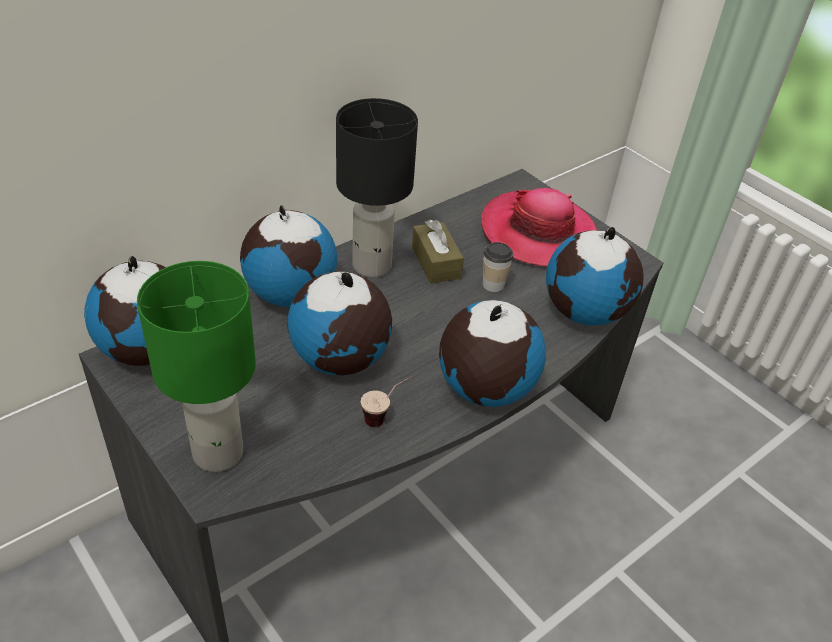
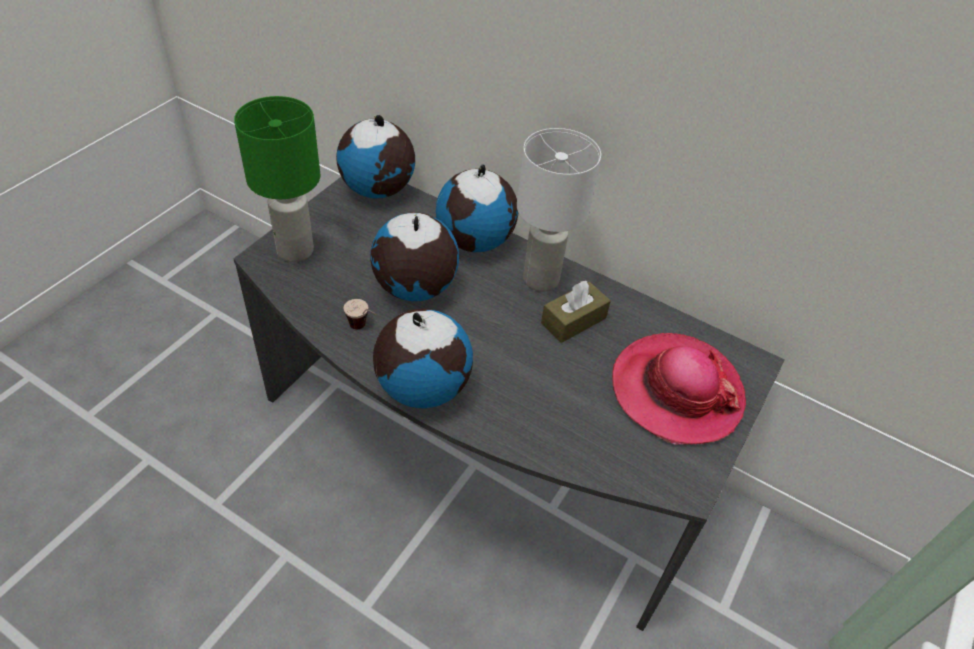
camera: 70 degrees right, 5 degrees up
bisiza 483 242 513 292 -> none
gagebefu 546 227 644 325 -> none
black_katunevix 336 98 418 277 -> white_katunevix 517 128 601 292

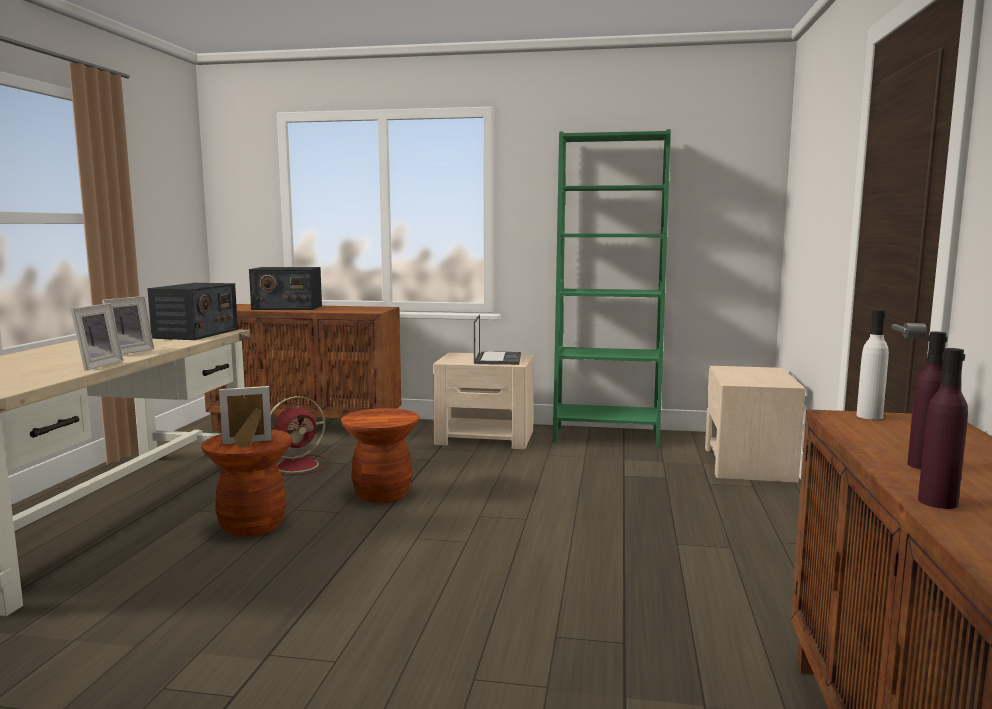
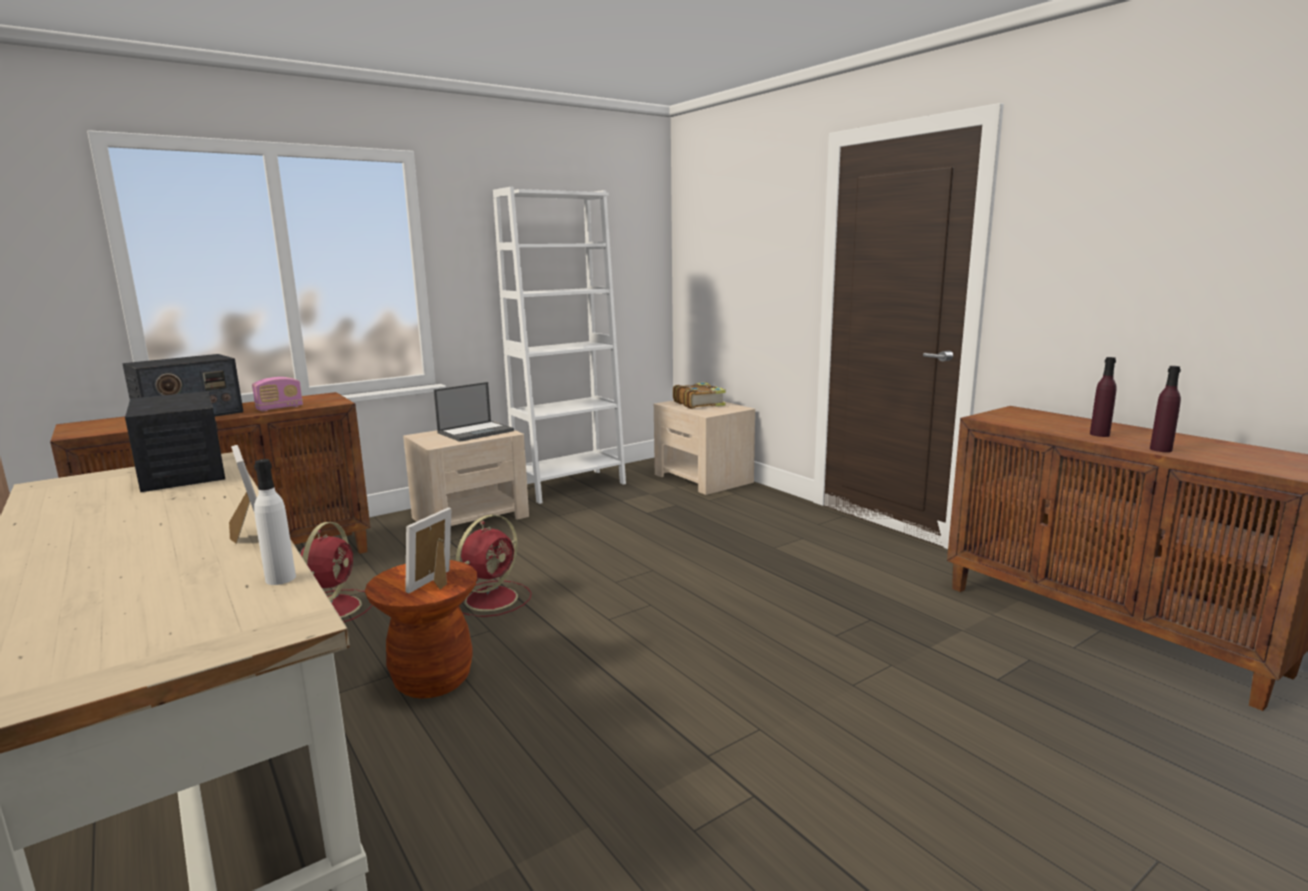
camera: 45 degrees left, 5 degrees up
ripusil 102 296 154 354 -> none
none -> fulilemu 252 377 303 411
none -> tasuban 673 382 726 409
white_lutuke 857 309 889 420 -> white_lutuke 254 459 296 585, moved
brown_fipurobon 341 408 419 503 -> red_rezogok 456 514 532 617
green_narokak 553 129 671 448 -> white_narokak 493 187 626 504
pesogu 474 315 521 365 -> pesogu 434 382 514 442, 90 degrees clockwise

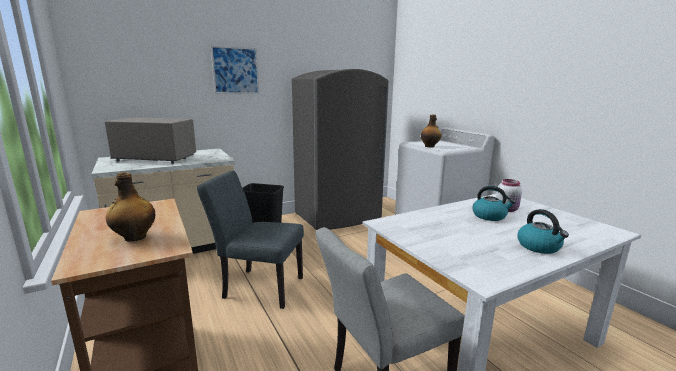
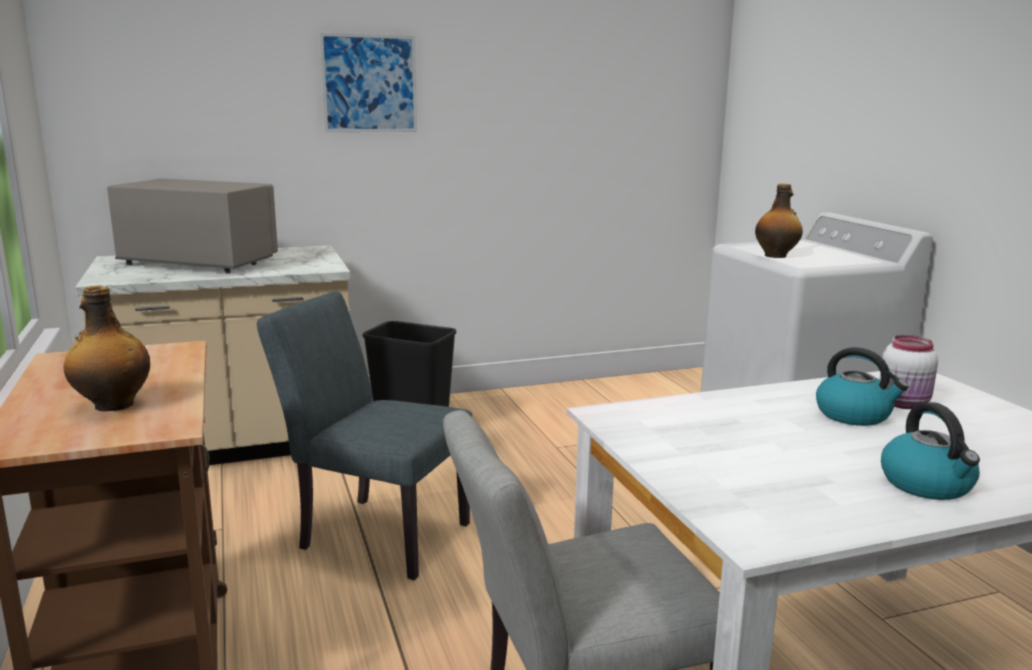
camera: 10 degrees right, 0 degrees up
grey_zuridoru 292 69 388 230 -> none

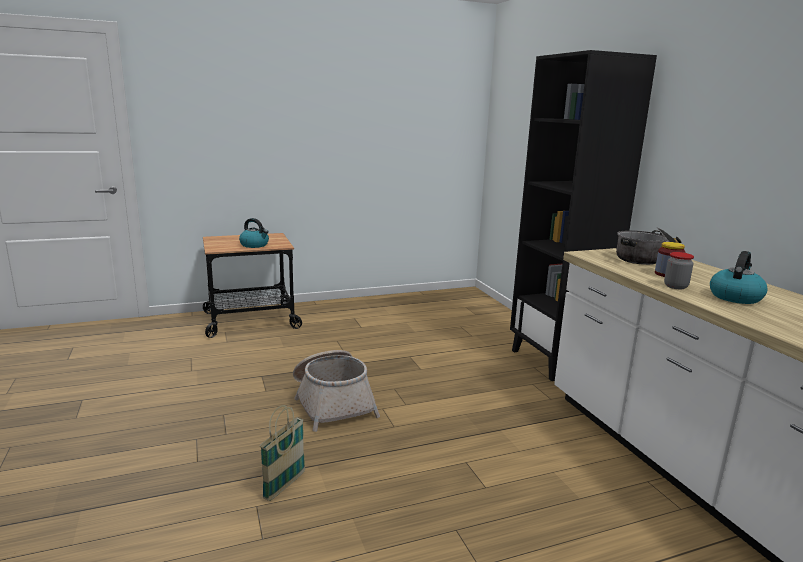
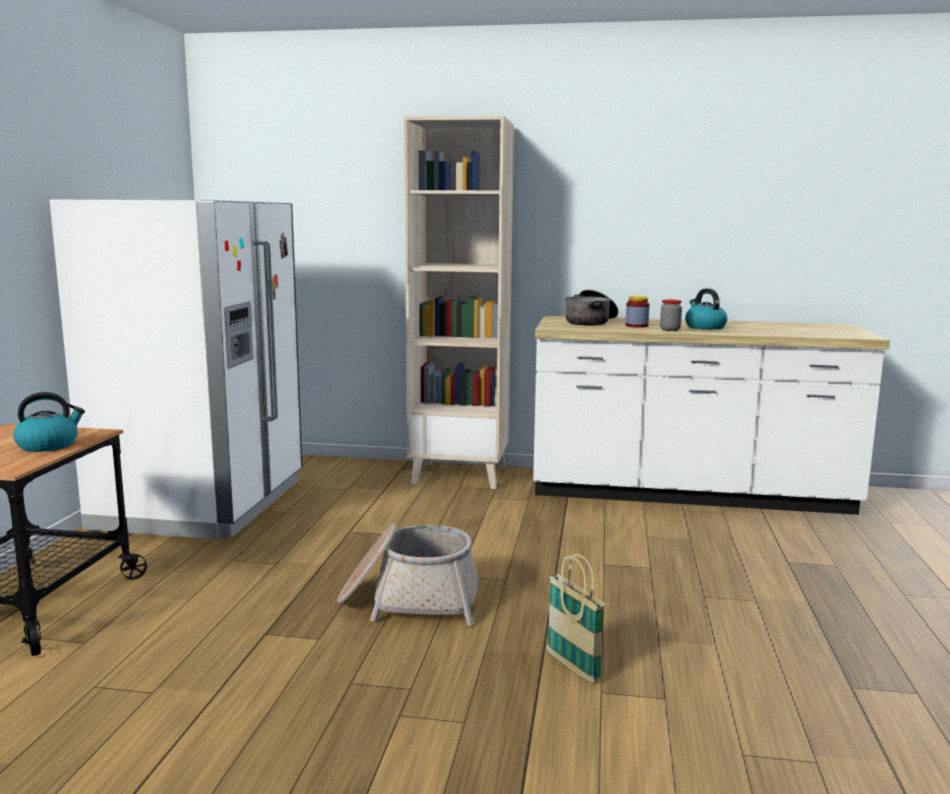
camera: 60 degrees left, 5 degrees down
none -> white_zuridoru 50 199 302 539
black_narokak 510 50 657 381 -> beige_narokak 404 115 514 489

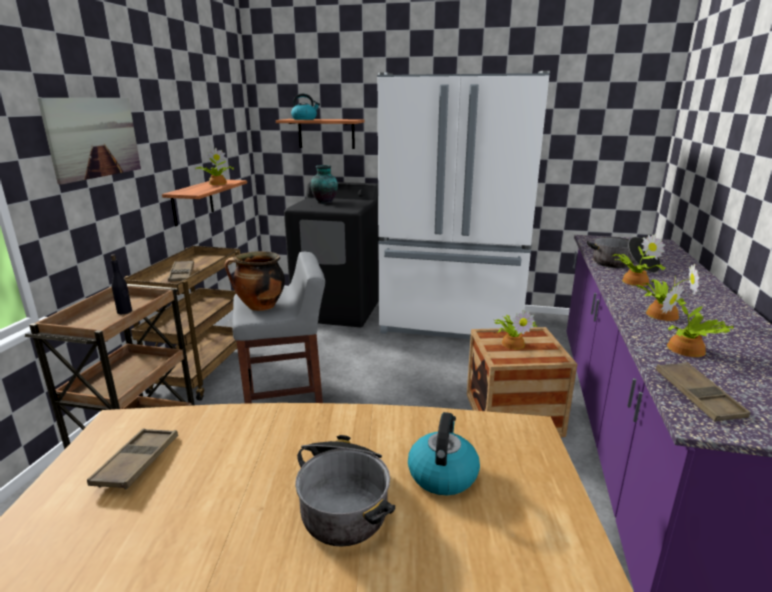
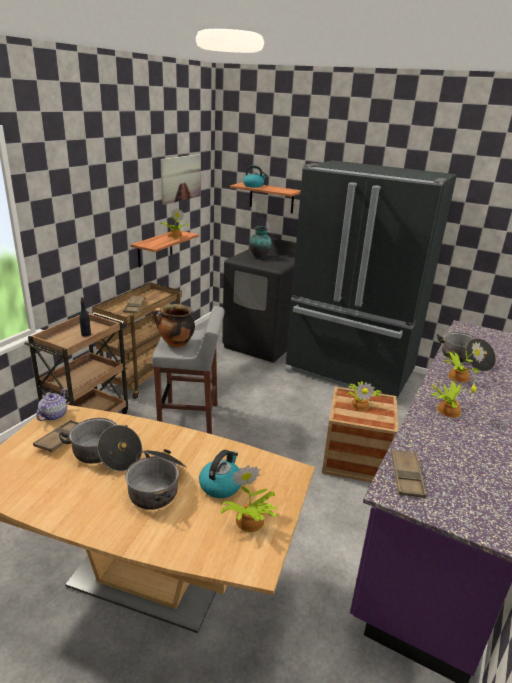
camera: 15 degrees right, 5 degrees up
none -> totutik 36 388 67 421
none -> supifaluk 59 418 142 471
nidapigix 38 98 141 185 -> nidapigix 161 154 201 205, moved
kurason 661 283 734 357 -> kurason 221 465 278 532, moved
white_zuridoru 377 71 550 339 -> black_zuridoru 285 160 457 398

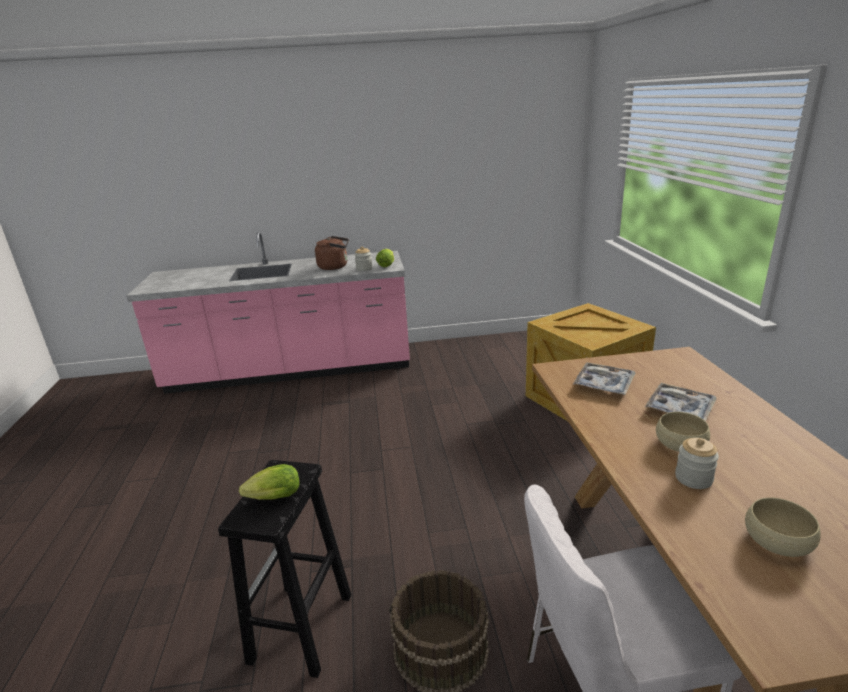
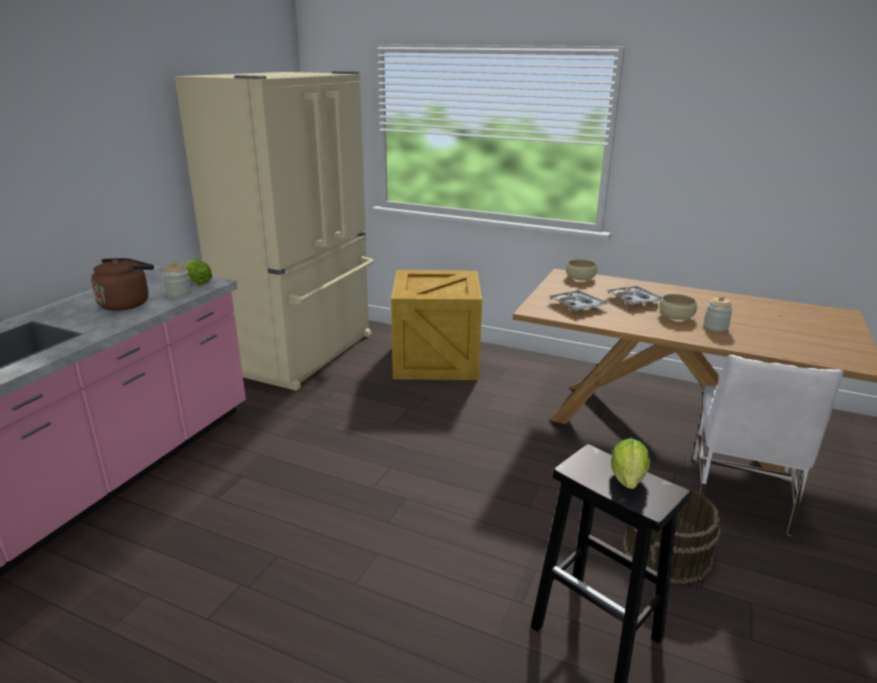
camera: 60 degrees left, 0 degrees up
none -> beige_zuridoru 175 71 374 391
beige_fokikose 745 497 821 557 -> beige_fokikose 566 259 598 280, moved

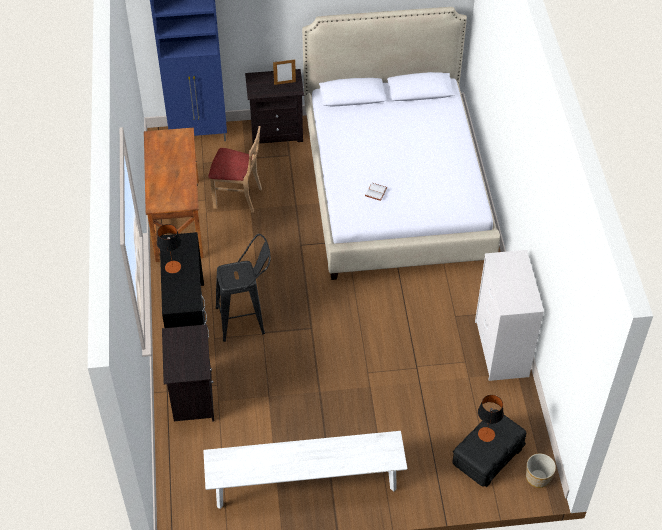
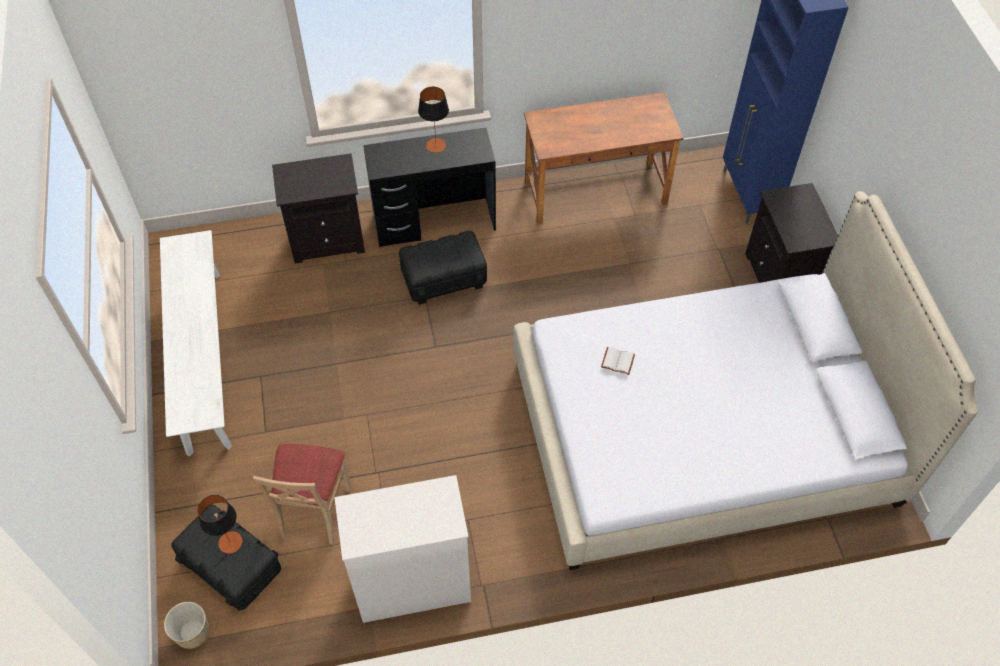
camera: 85 degrees right, 5 degrees up
ripusil 273 59 296 85 -> none
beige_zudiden 208 126 262 213 -> beige_zudiden 253 444 351 544, moved
black_fipurobon 216 234 271 342 -> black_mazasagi 399 231 487 305

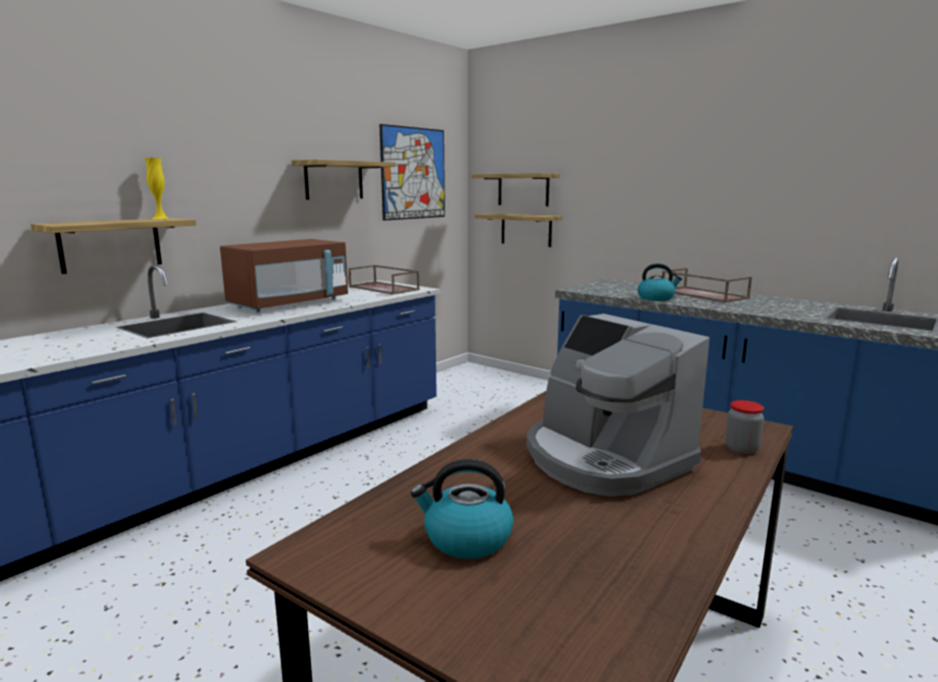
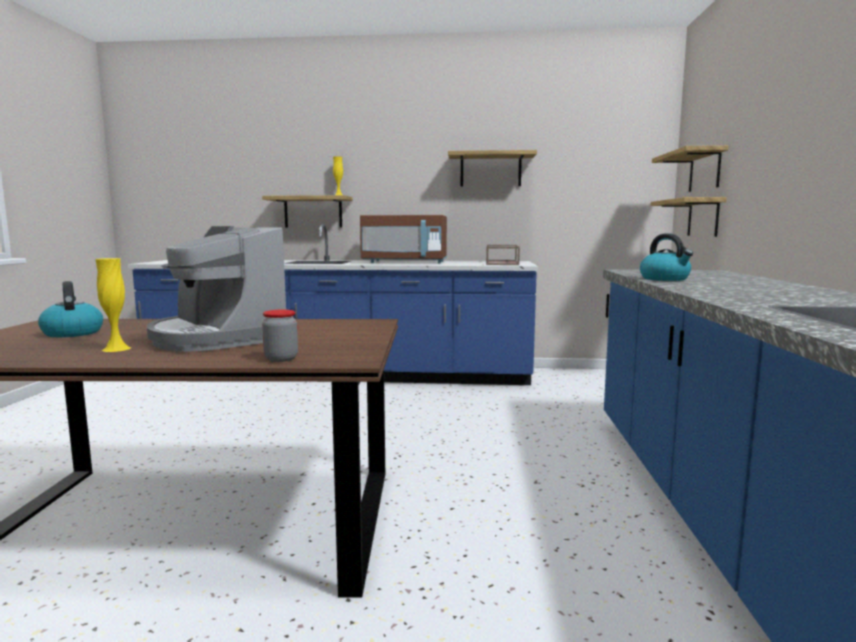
camera: 55 degrees right, 5 degrees down
nidapigix 379 124 445 221 -> none
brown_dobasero 662 268 752 303 -> none
none -> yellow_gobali 95 258 131 352
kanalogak 527 314 710 497 -> kanalogak 147 226 286 352, 60 degrees counterclockwise

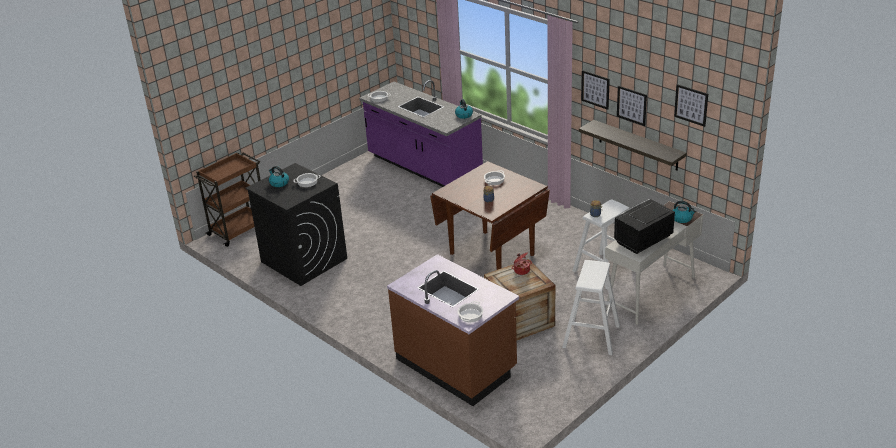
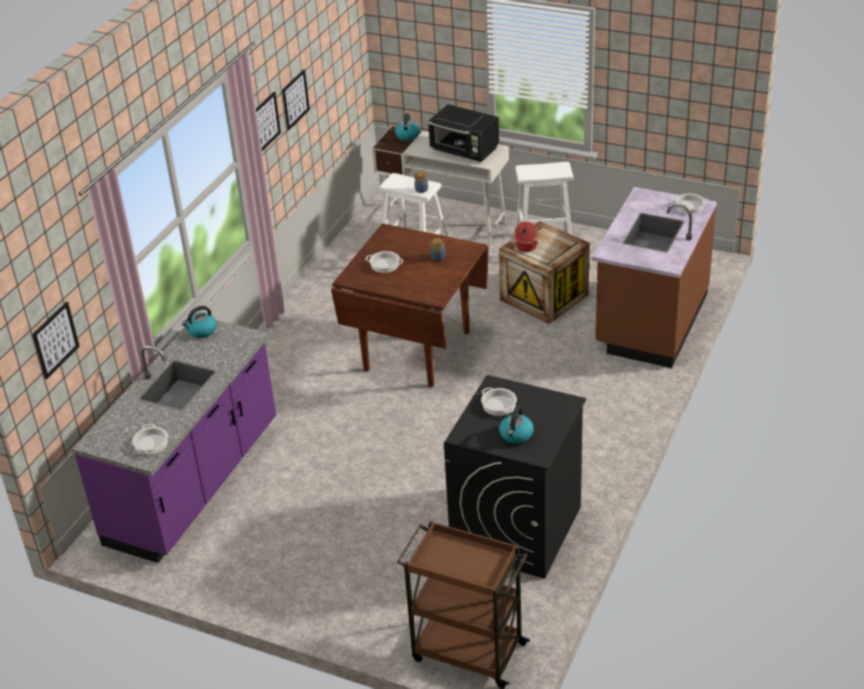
camera: 110 degrees left, 5 degrees up
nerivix 579 120 687 171 -> none
nidapigix 674 84 708 127 -> nidapigix 32 302 80 379, moved

